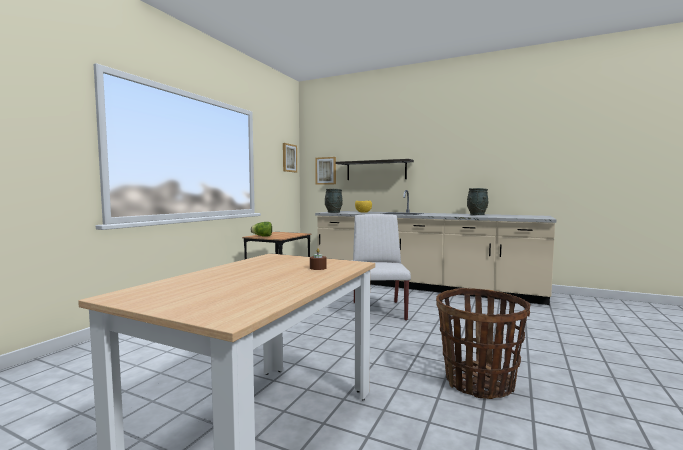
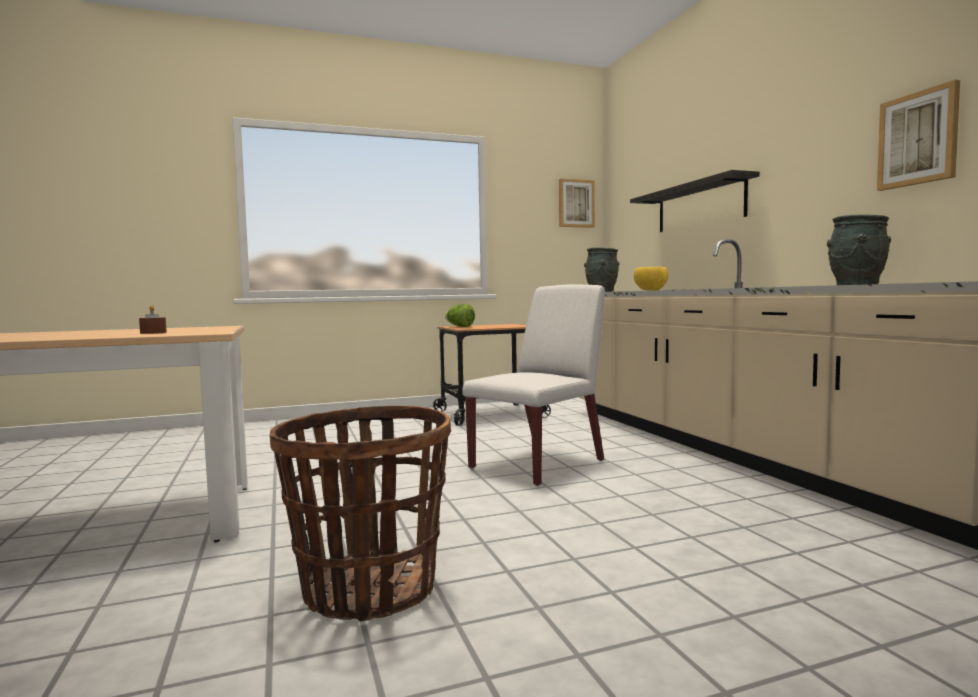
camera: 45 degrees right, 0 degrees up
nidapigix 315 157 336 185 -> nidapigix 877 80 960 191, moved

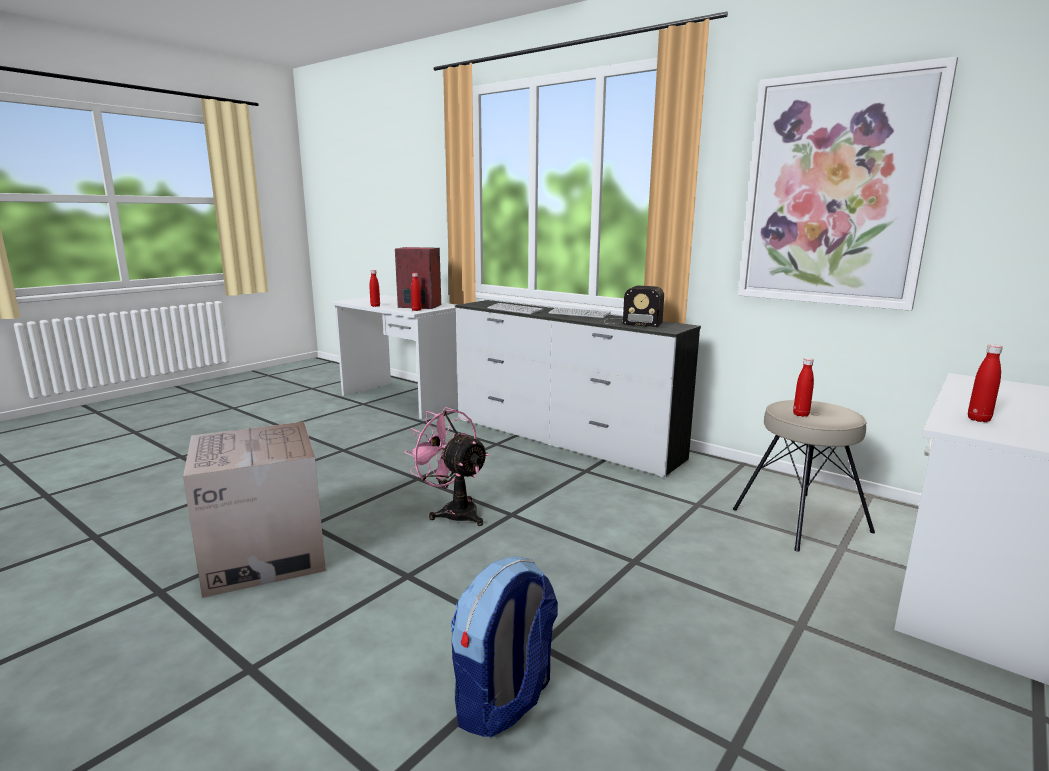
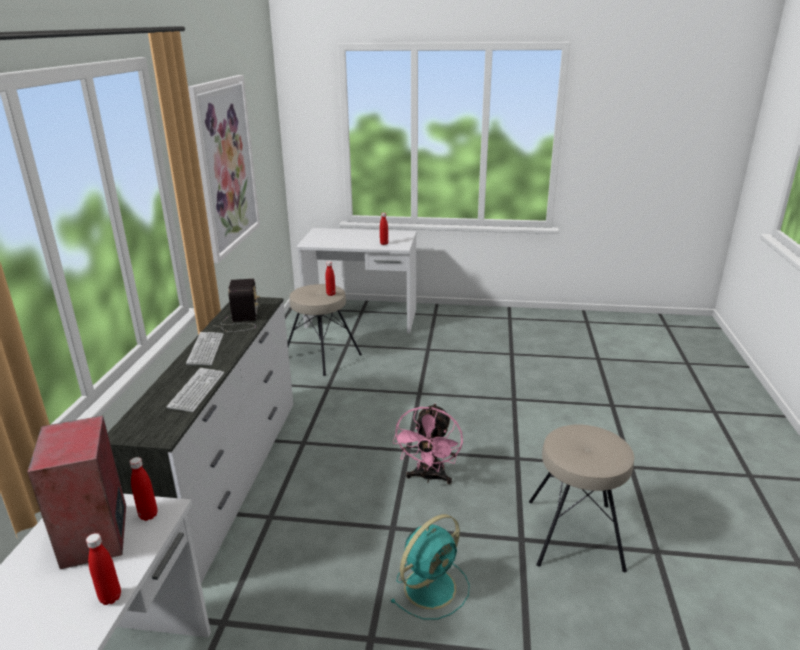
camera: 120 degrees left, 10 degrees up
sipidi 451 557 558 738 -> none
none -> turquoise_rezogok 391 514 470 620
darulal 183 422 326 598 -> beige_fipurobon 529 425 634 572

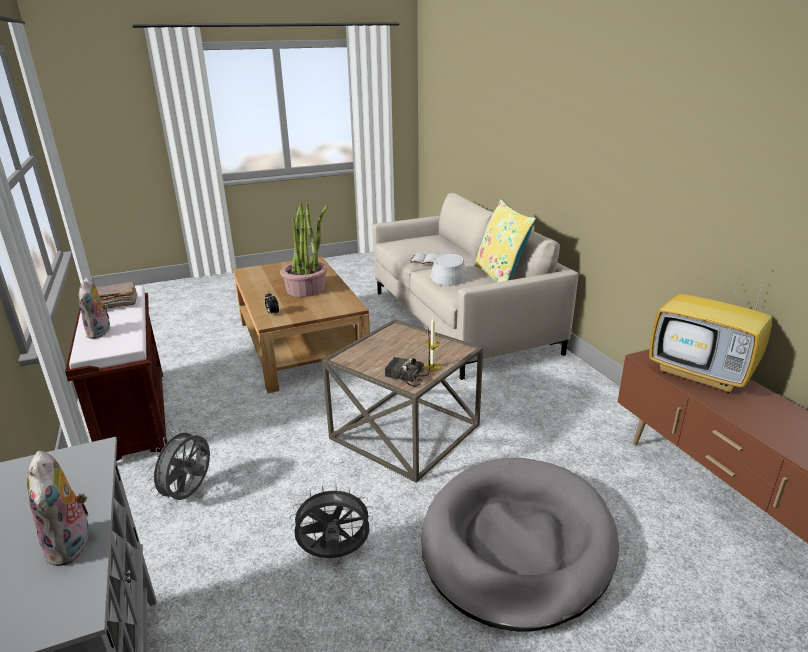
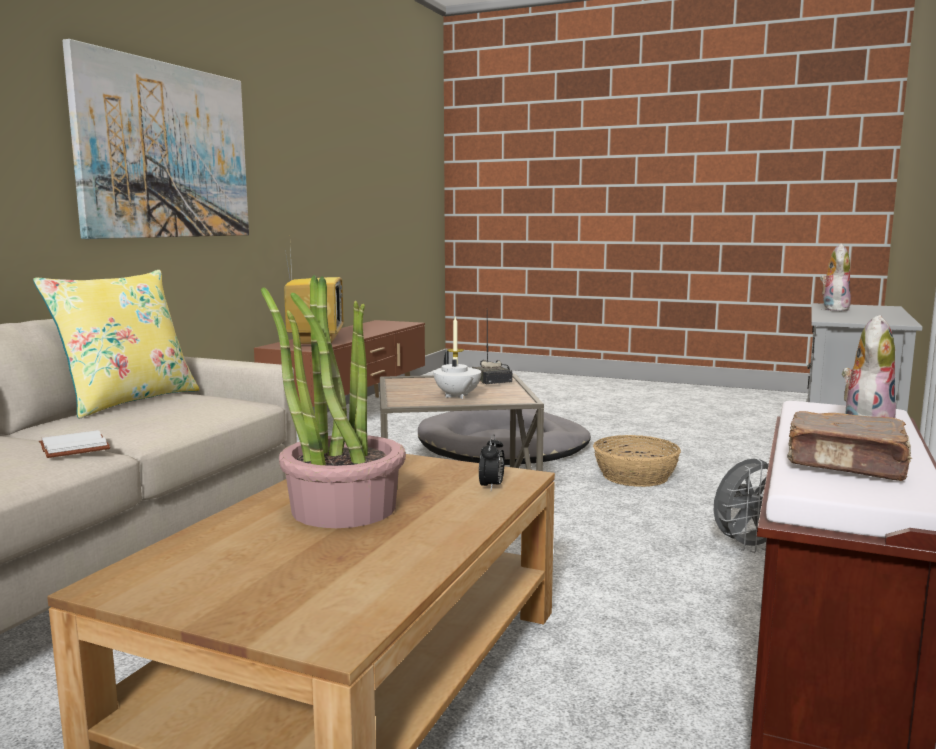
camera: 135 degrees left, 15 degrees down
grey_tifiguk 430 253 467 286 -> none
none -> nidapigix 62 39 249 239
none -> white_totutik 433 351 481 399
grey_rezogok 290 484 373 558 -> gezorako 593 435 681 487

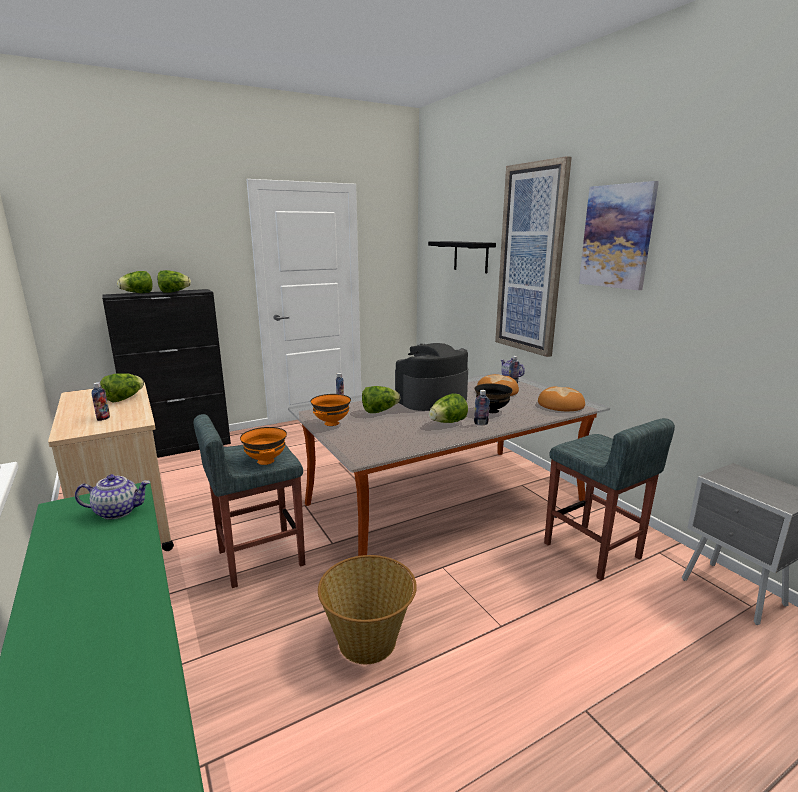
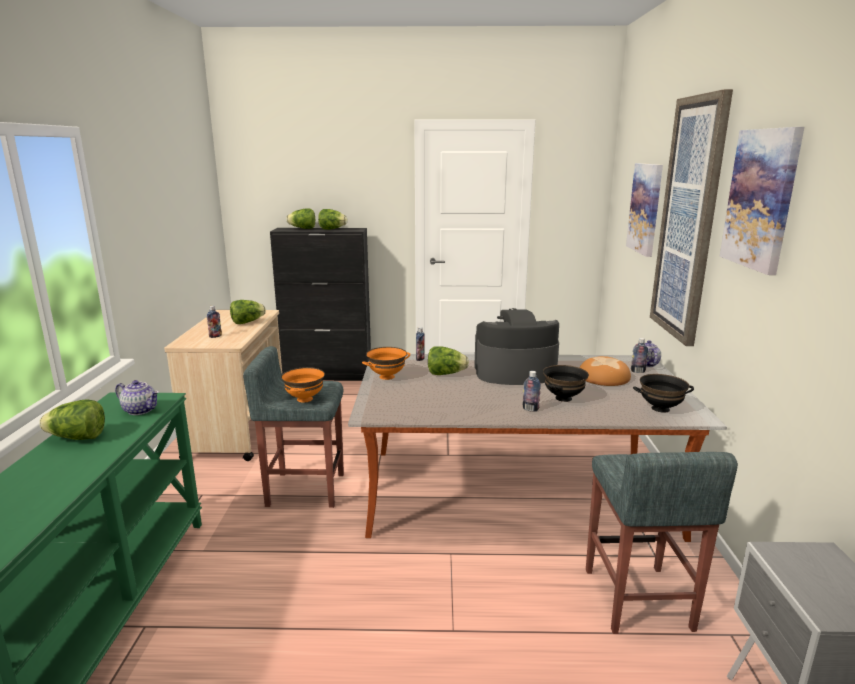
camera: 30 degrees right, 0 degrees up
gezorako 318 555 417 664 -> none
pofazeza 429 394 468 423 -> pofazeza 39 400 105 440, moved
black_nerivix 428 241 496 273 -> nidapigix 626 163 663 257
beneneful 538 386 585 411 -> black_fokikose 633 374 694 413

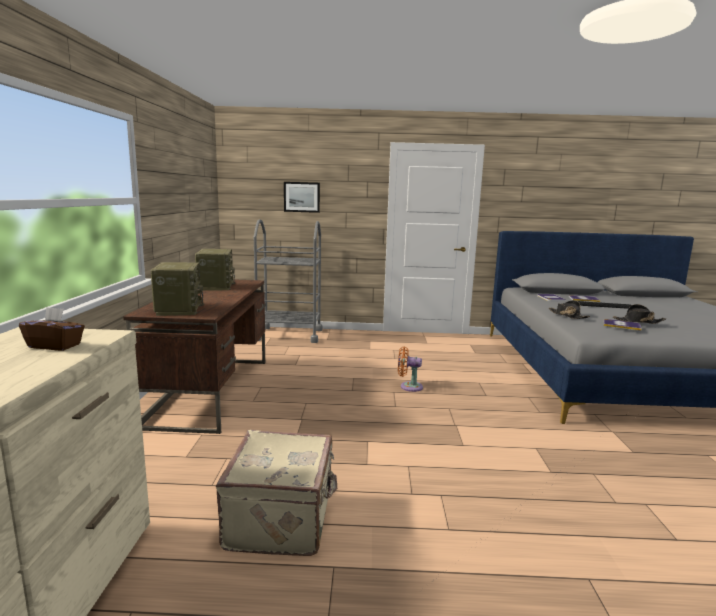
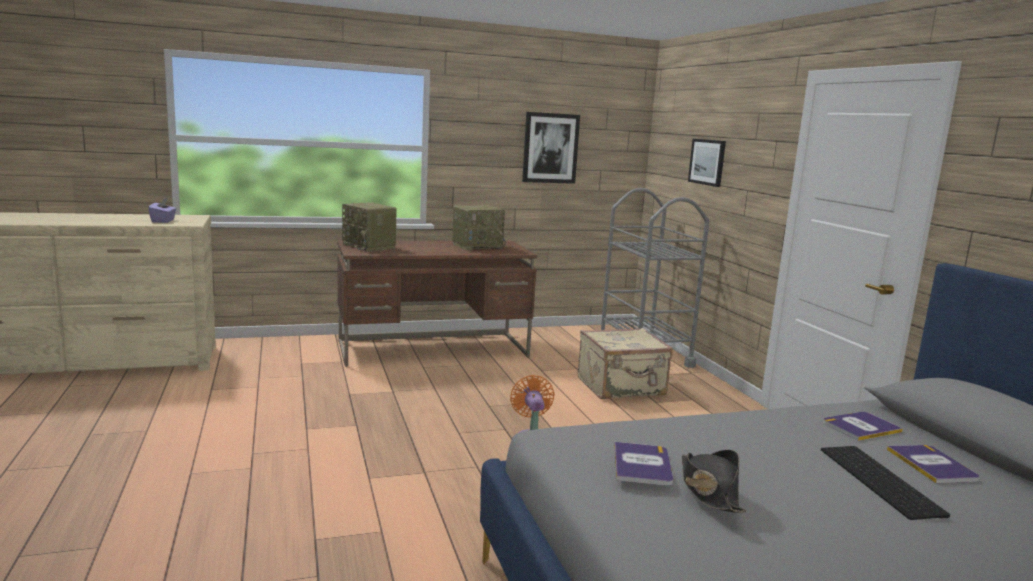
camera: 70 degrees right, 0 degrees up
black_tifiguk 549 300 590 319 -> none
none -> nidapigix 522 112 580 184
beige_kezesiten 216 430 337 556 -> beige_kezesiten 578 328 673 399, moved
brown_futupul 19 307 85 351 -> purple_futupul 148 198 176 223
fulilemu 151 262 204 316 -> fulilemu 342 202 397 252, 75 degrees clockwise

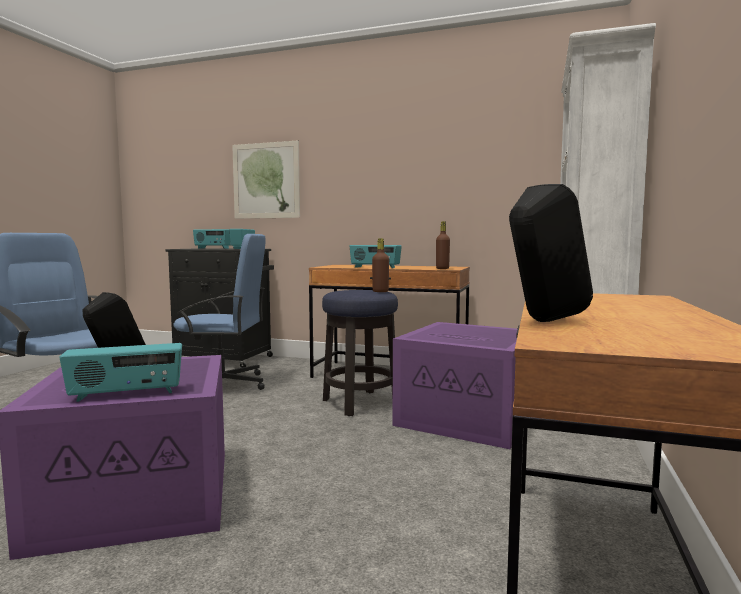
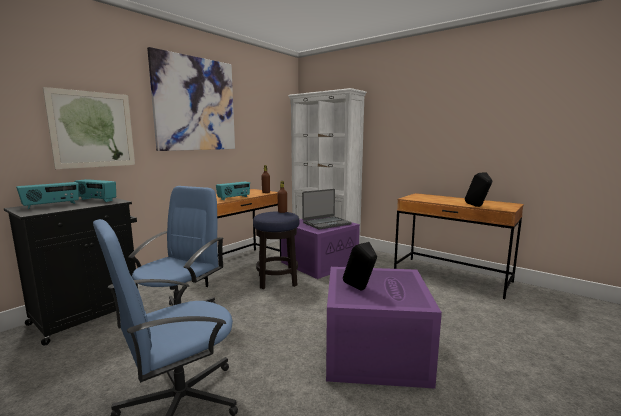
camera: 70 degrees left, 5 degrees up
fulilemu 60 343 182 402 -> none
none -> nidapigix 147 47 235 151
none -> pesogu 302 189 351 229

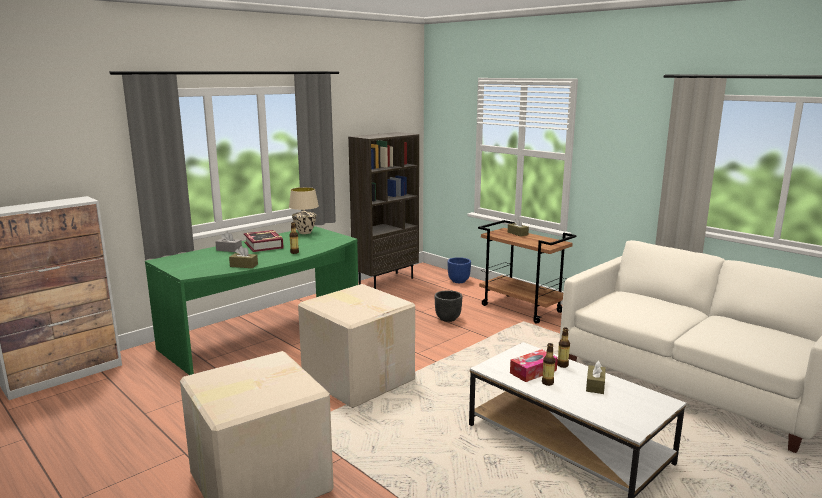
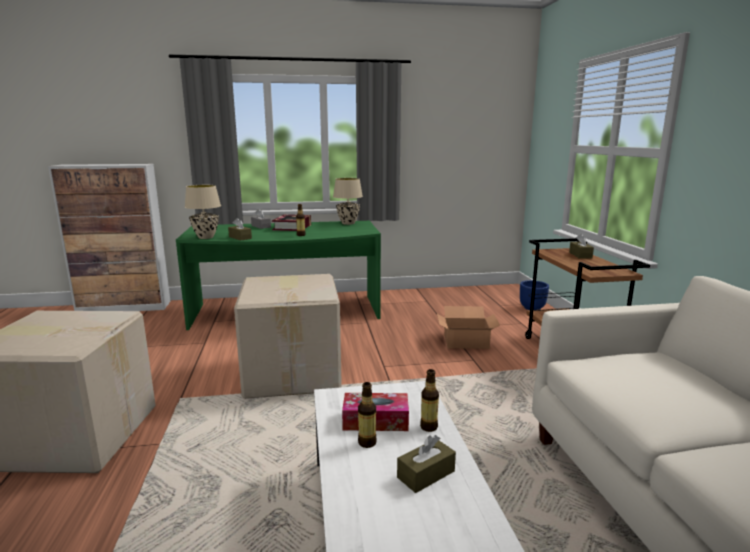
camera: 35 degrees right, 0 degrees up
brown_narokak 348 132 419 289 -> none
none -> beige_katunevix 185 185 221 239
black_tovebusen 435 290 462 322 -> darulal 437 306 500 349

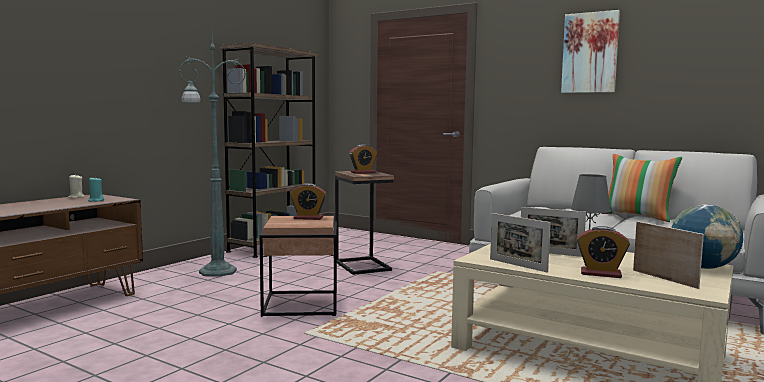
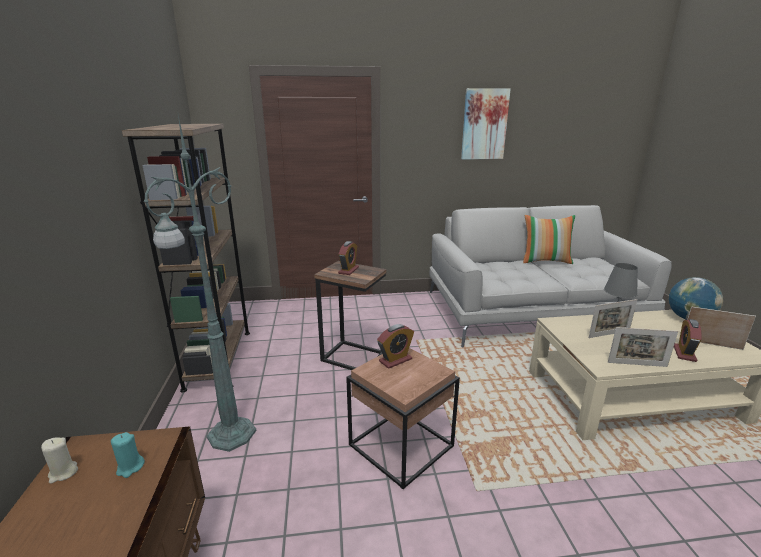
camera: 40 degrees left, 15 degrees up
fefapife 577 226 630 278 -> fefapife 674 319 702 362, 135 degrees clockwise

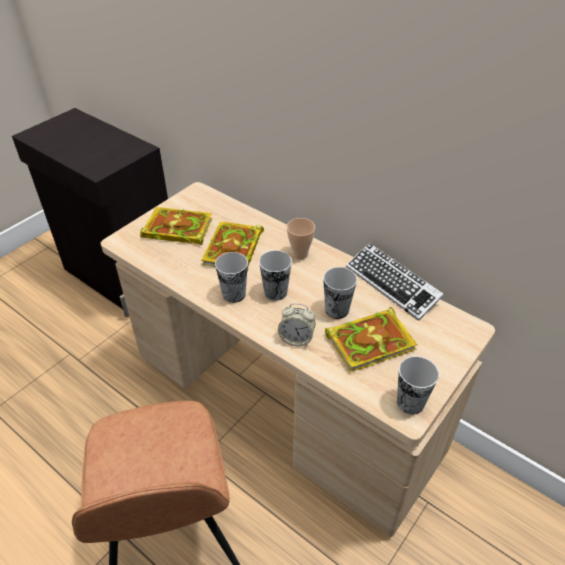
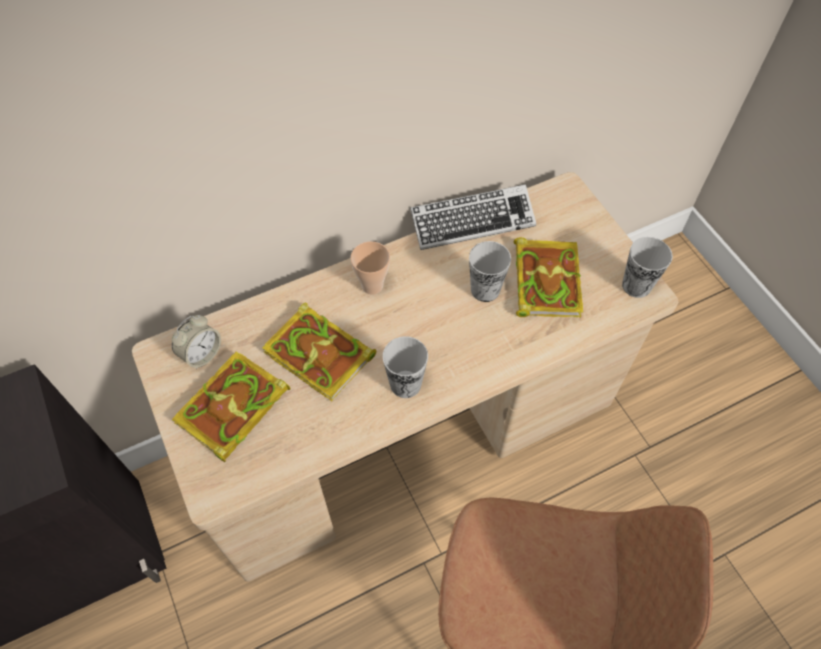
camera: 65 degrees left, 15 degrees up
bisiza 259 250 292 301 -> none
fefapife 278 303 315 347 -> fefapife 172 315 221 369, moved

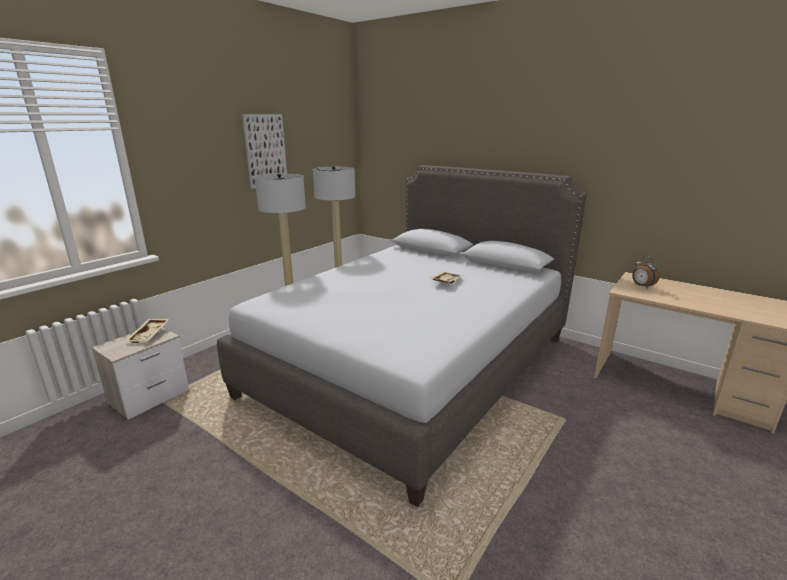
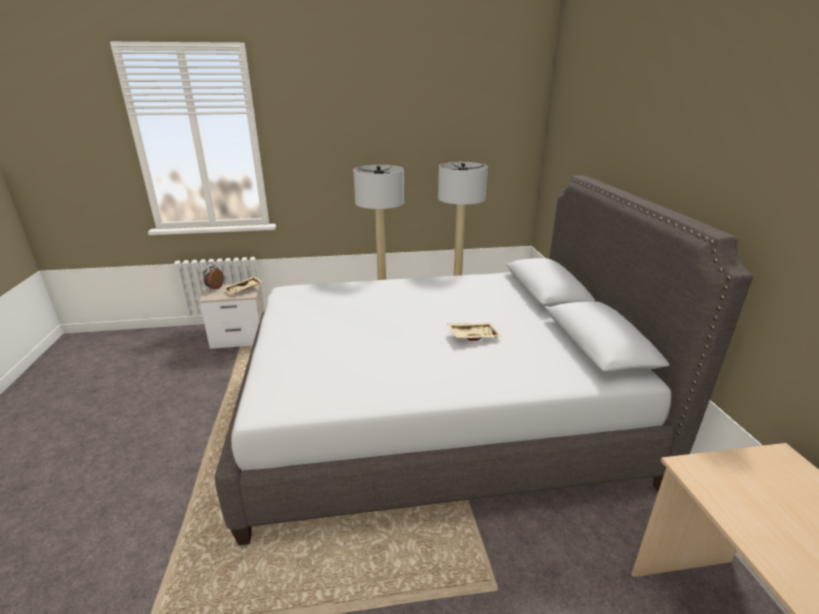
camera: 45 degrees right, 5 degrees up
nidapigix 242 114 287 189 -> none
fefapife 632 256 660 289 -> fefapife 203 262 224 290, moved

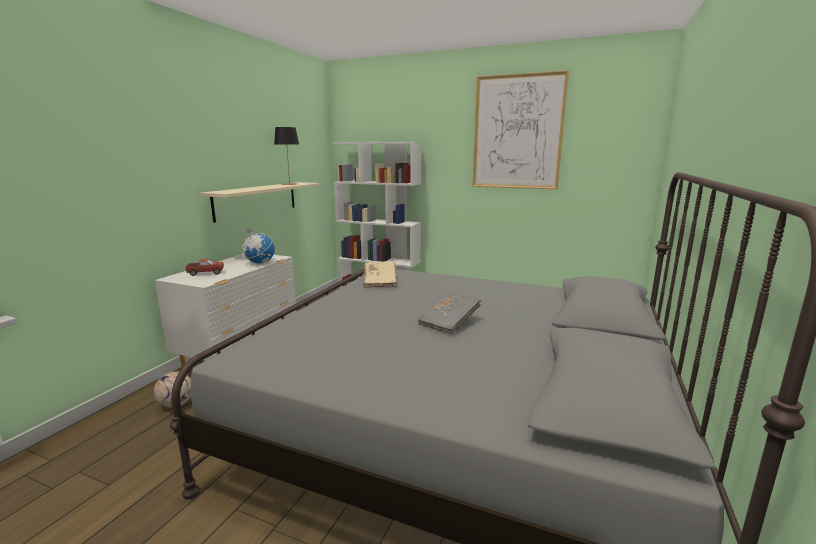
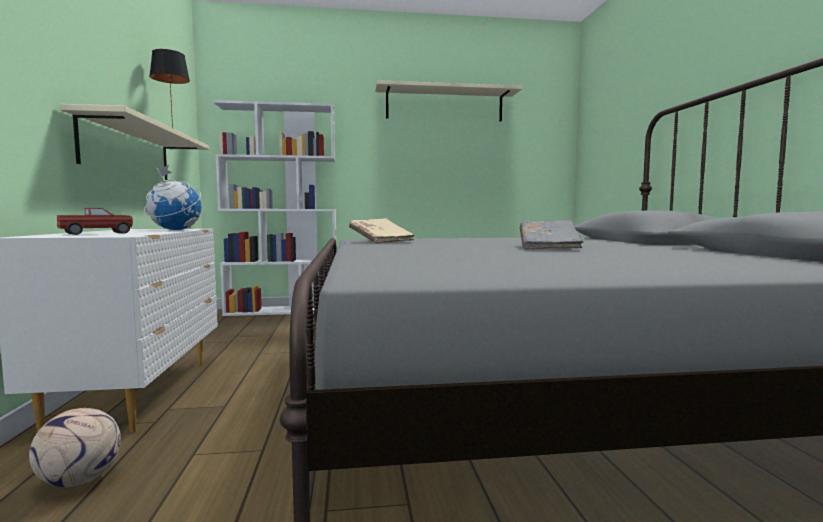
camera: 30 degrees left, 10 degrees down
nidapigix 472 70 569 189 -> beige_nerivix 375 80 523 122

